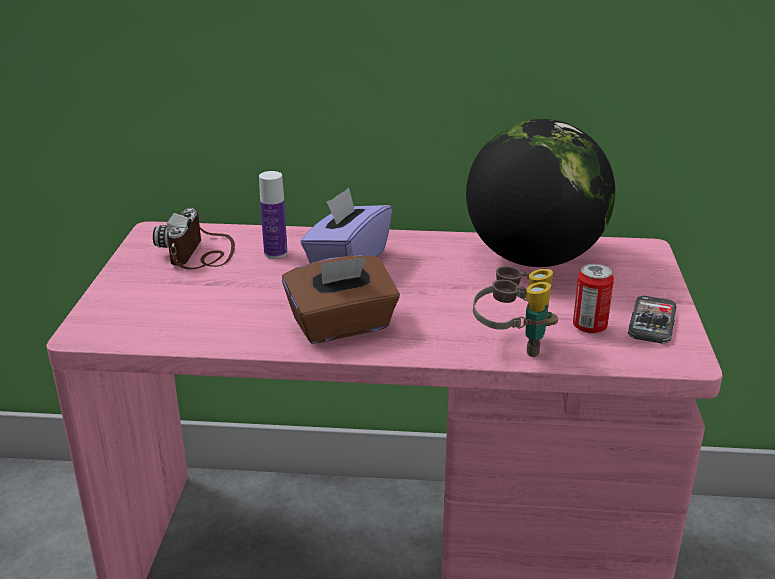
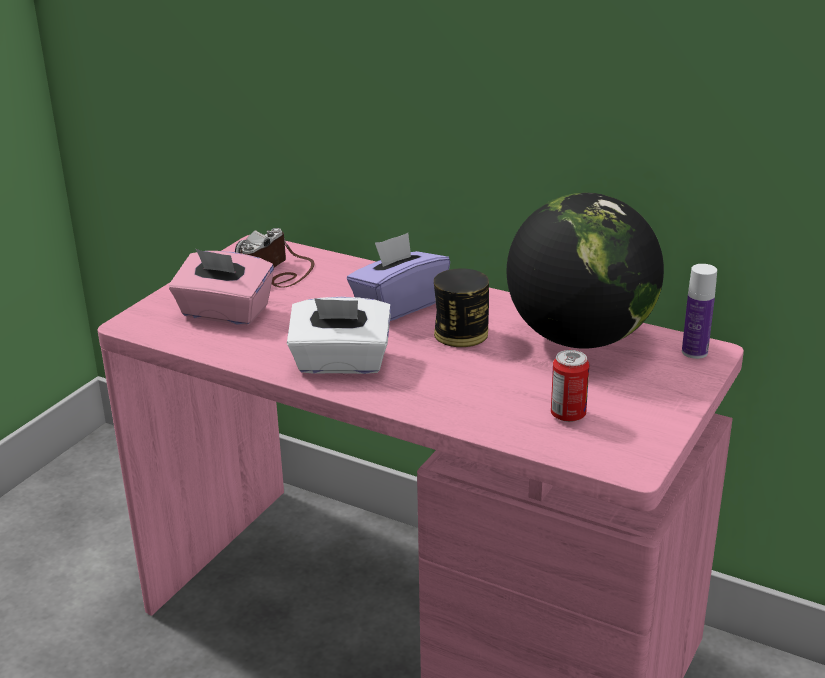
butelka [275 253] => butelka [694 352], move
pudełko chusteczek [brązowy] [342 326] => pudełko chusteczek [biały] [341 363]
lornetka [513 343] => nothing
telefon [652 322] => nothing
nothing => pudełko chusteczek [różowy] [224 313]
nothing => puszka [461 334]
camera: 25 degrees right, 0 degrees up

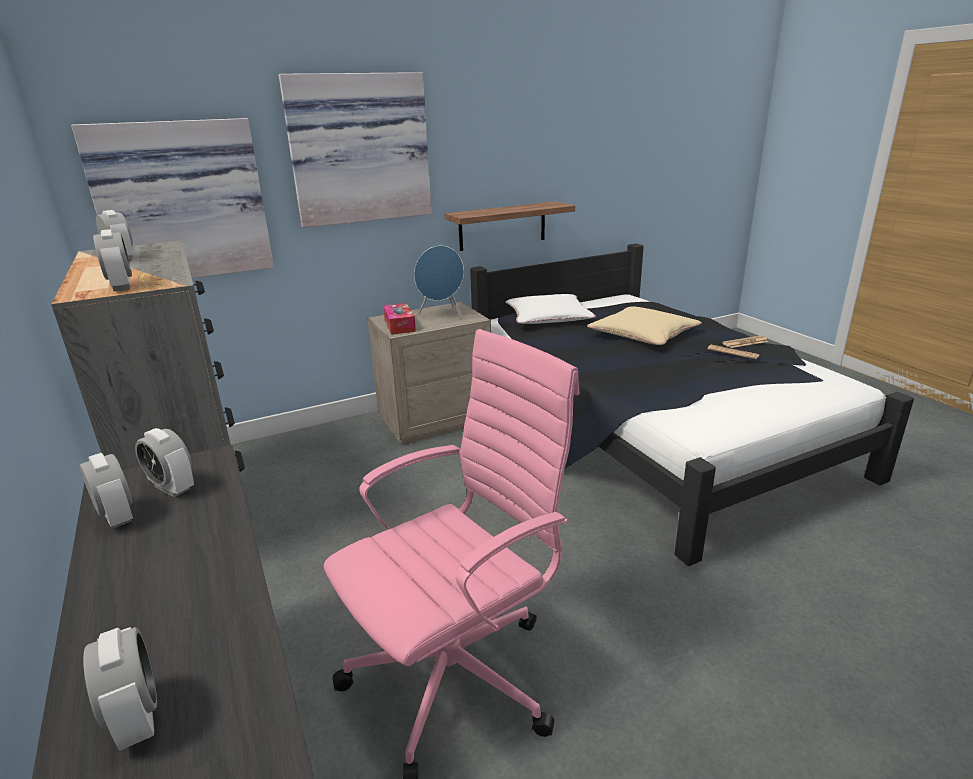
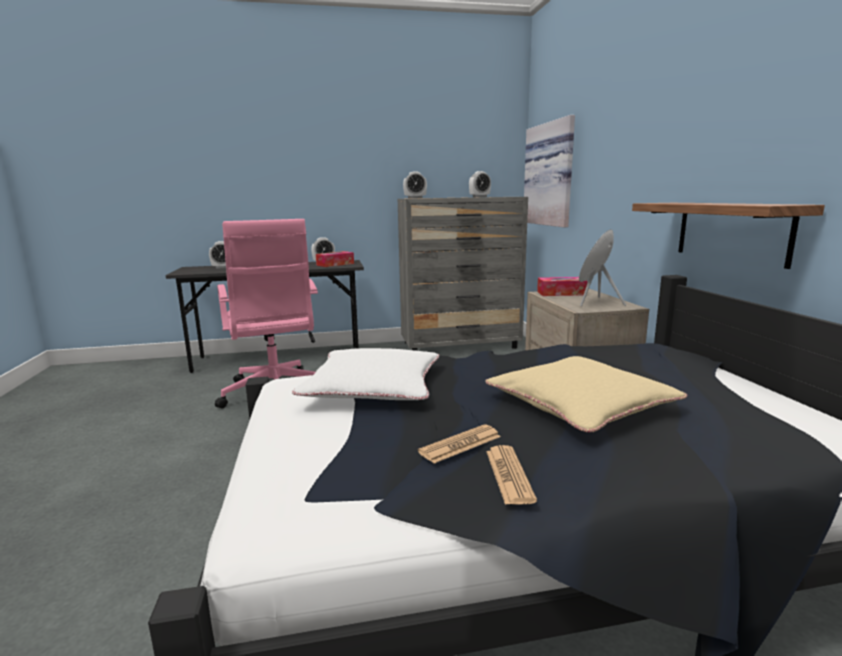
budzik [172 488] => pudełko chusteczek [335 264]
obraz [359 149] => nothing
poduszka [biały] [548 317] => poduszka [biały] [373 387], move
camera: 105 degrees right, 10 degrees down

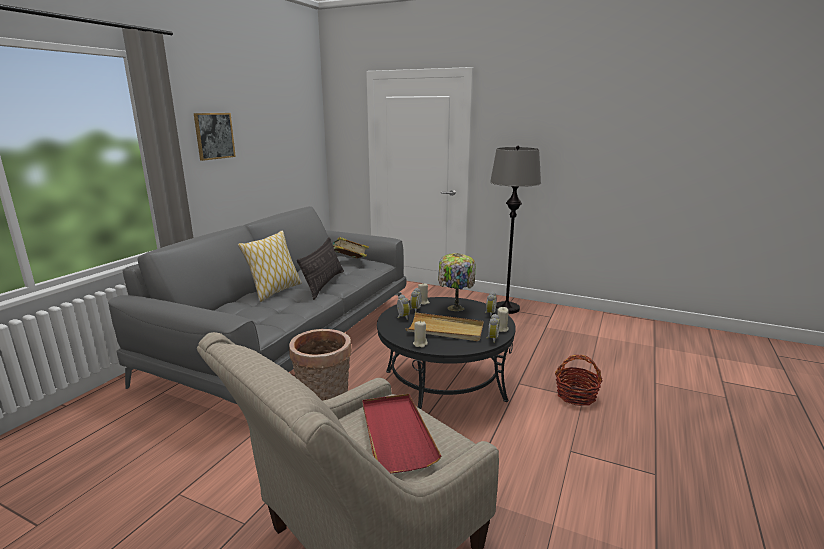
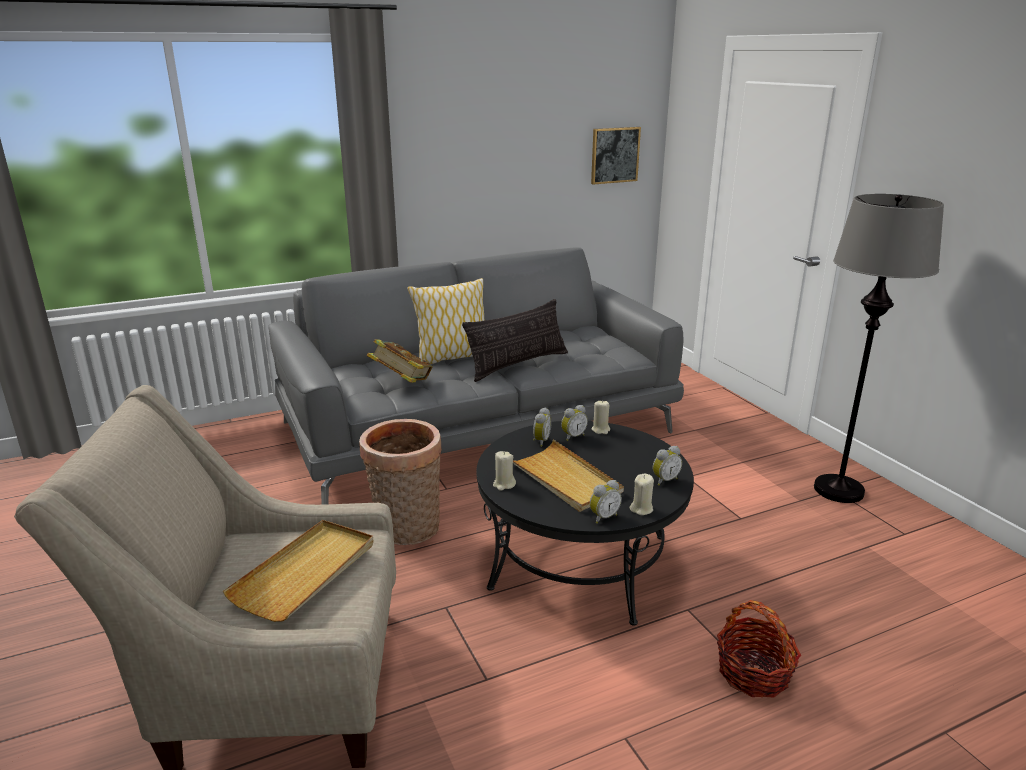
obraz [214 136] => obraz [614 155], move
książka [349 261] => książka [401 382], move
taca [czerwony] [396 433] => taca [beżowy] [306 572]
lampa stołowa [455 308] => nothing
camera: 40 degrees right, 5 degrees up

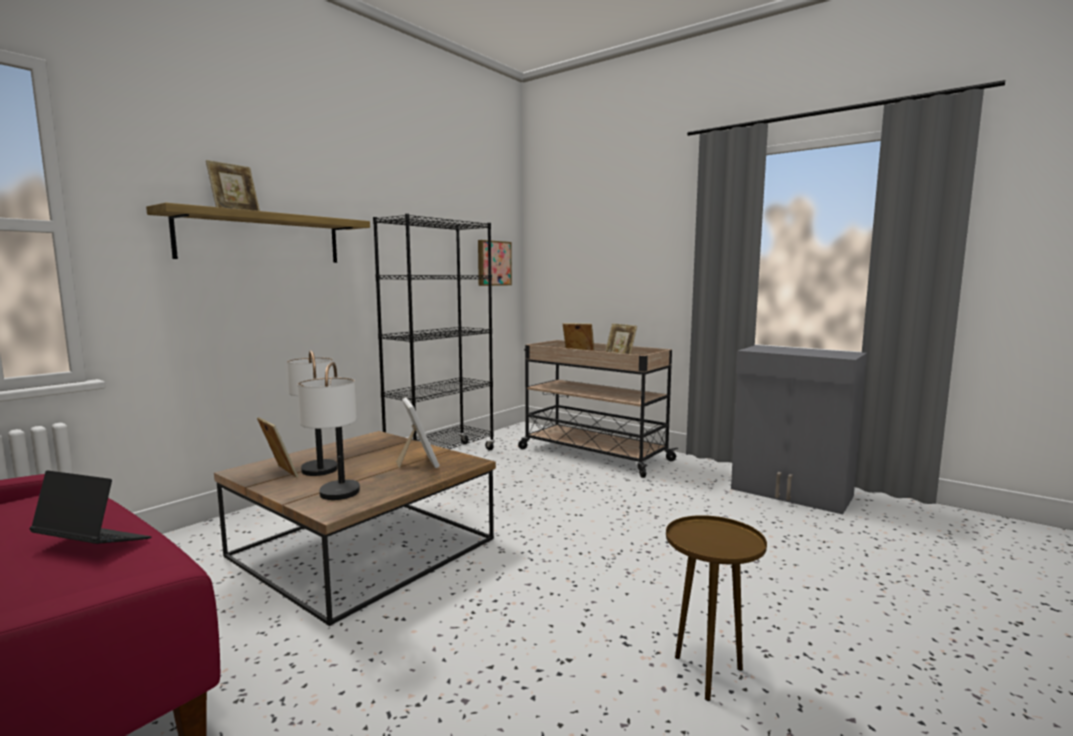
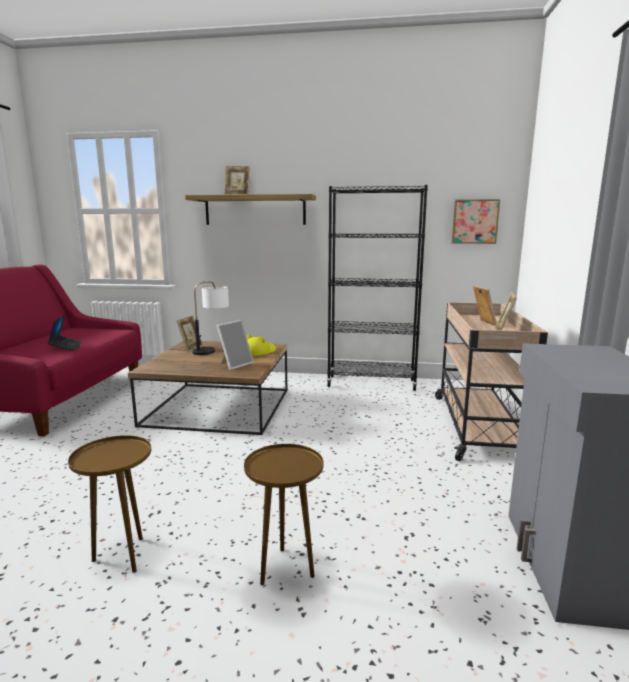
lampa stołowa [336 500] => nothing
nothing => stolik [brązowy] [285 569]
nothing => kapelusz [żółty] [259 352]
camera: 60 degrees right, 5 degrees up

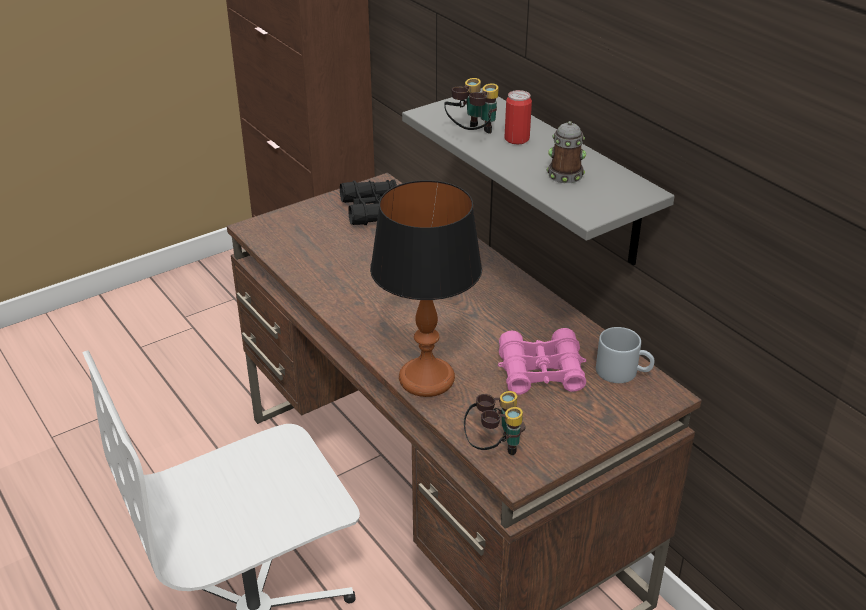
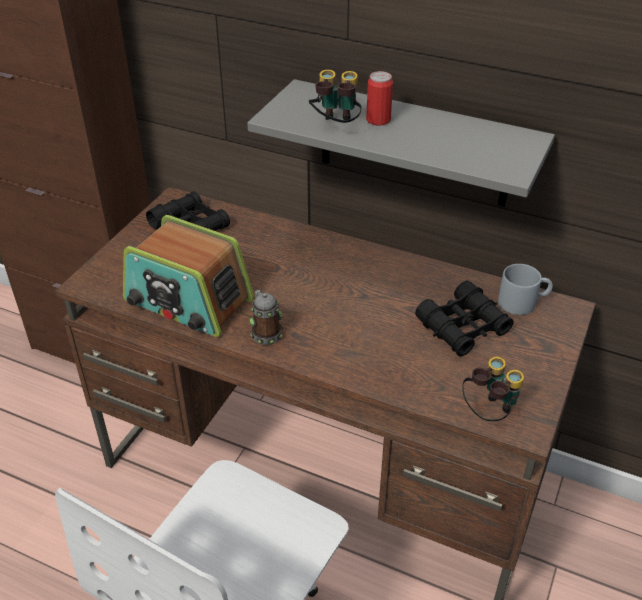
lampa stołowa [426 378] => nothing
lornetka [różowy] [541 371] => lornetka [czarny] [463 327]
kubek [565 173] => kubek [265 332], move
nothing => radio [188 301]
camera: 30 degrees left, 5 degrees up

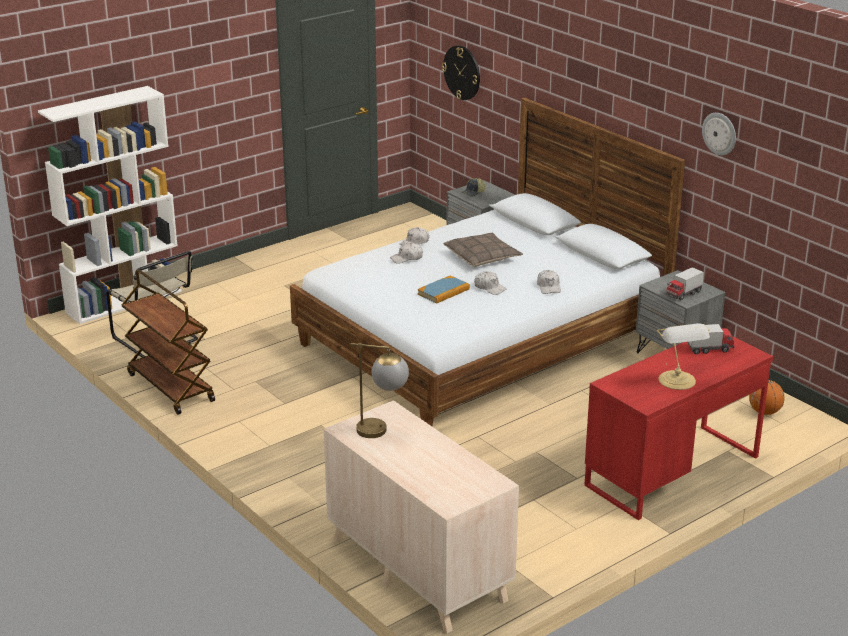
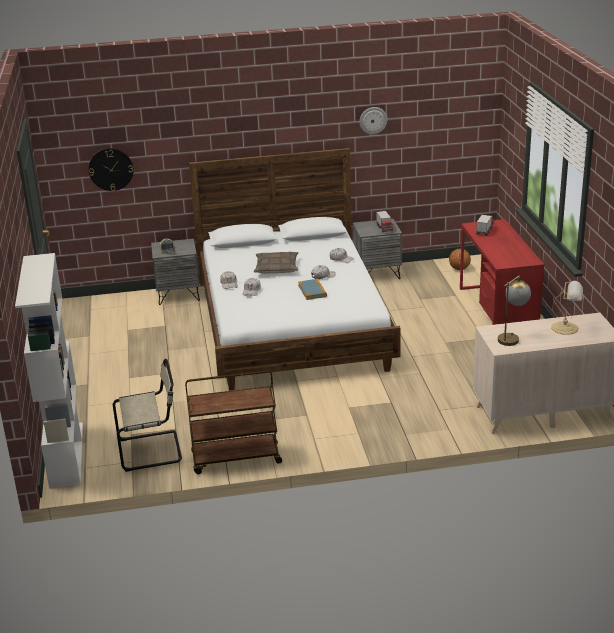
lampa stołowa [678 381] => lampa stołowa [566 328], move
camera: 60 degrees left, 0 degrees up

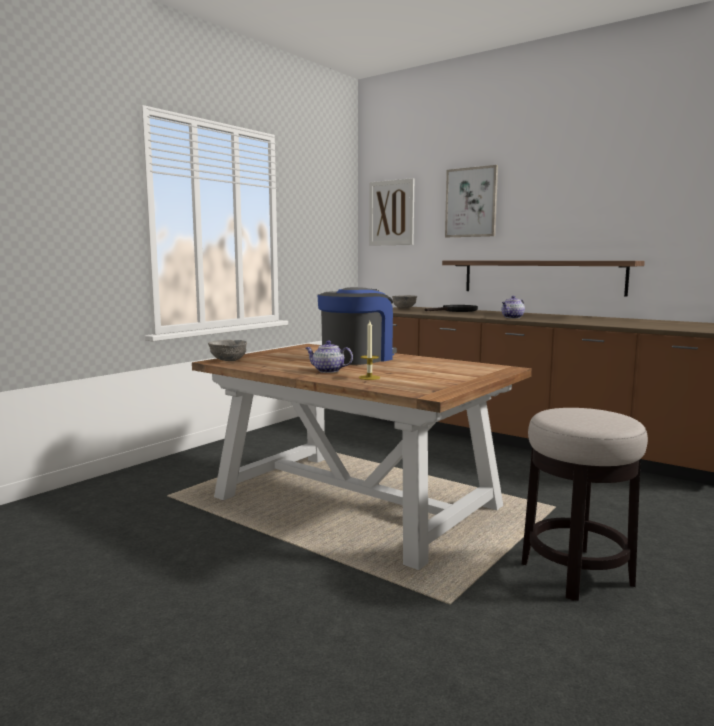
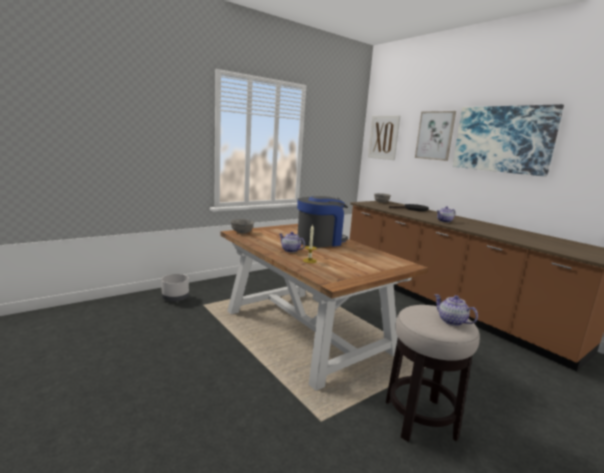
półka [541 277] => nothing
nothing => donica [szary] [175 297]
nothing => imbryk [451 321]
nothing => obraz [502 139]
camera: 15 degrees right, 5 degrees up

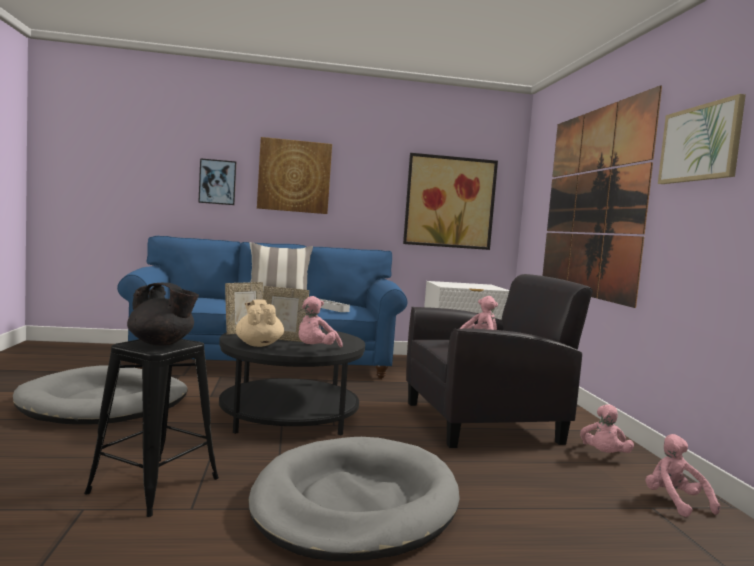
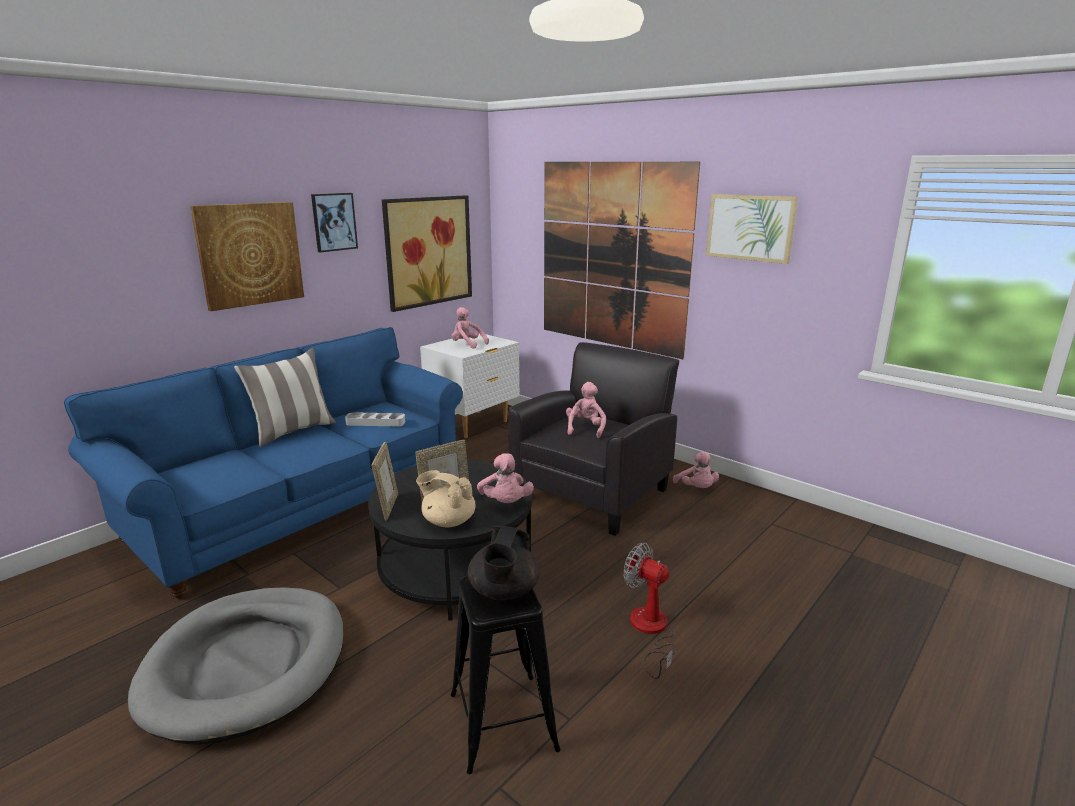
imbryk [czarny] [162 343] => imbryk [czarny] [503 592], 120 degrees clockwise
obraz [217 182] => obraz [334 222], move
legowisko [szary] [355 504] => wentylator [650 631]
pluszak [różowy] [675 502] => pluszak [różowy] [467 345], move
camera: 40 degrees left, 15 degrees up

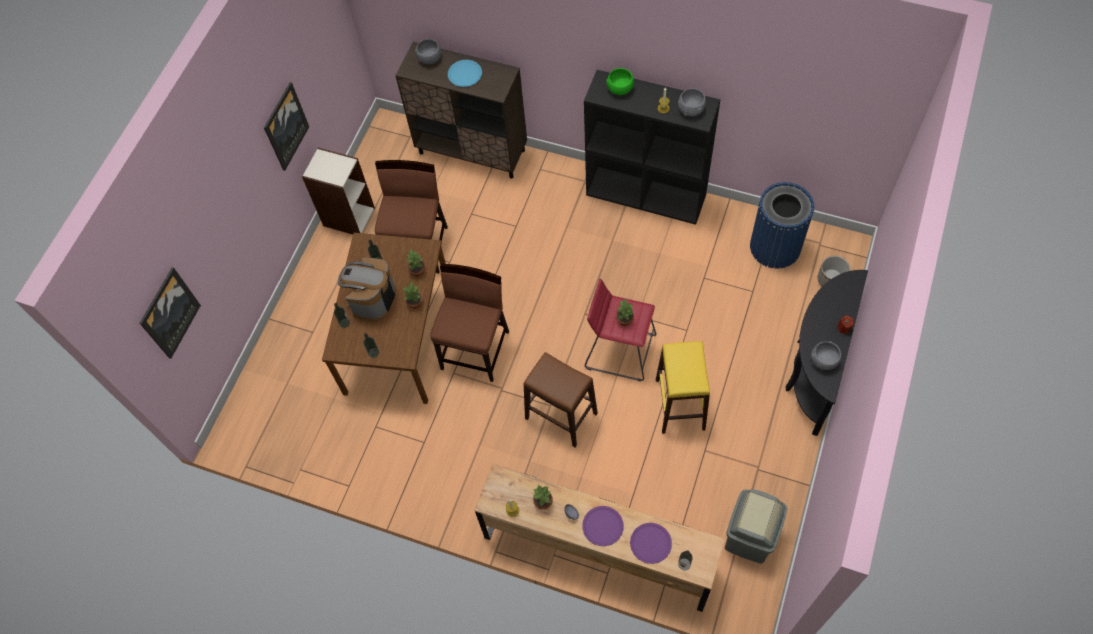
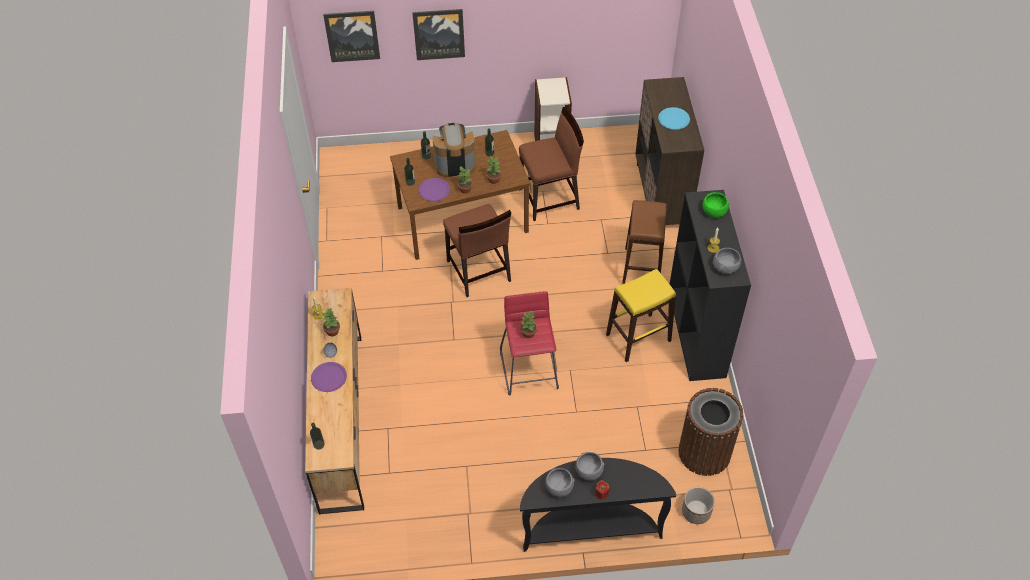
obraz [285 126] => obraz [439 33], move
miska [szary] [429 58] => miska [szary] [588 471], move
krzesło [brązowy] [476 349] => krzesło [brązowy] [478 271], 75 degrees clockwise
stołek [brązowy] [561 416] => stołek [brązowy] [642 269], move
talerz [fioletowy] [650 543] => talerz [fioletowy] [434 190], move
stołek [żółty] [680 404] => stołek [żółty] [638 338], move
kosz na śmieci [szary] [749 536] => nothing
kosz na śmieci [niebieski] [775 246] => kosz na śmieci [brązowy] [704 452]
camera: 60 degrees right, 10 degrees down

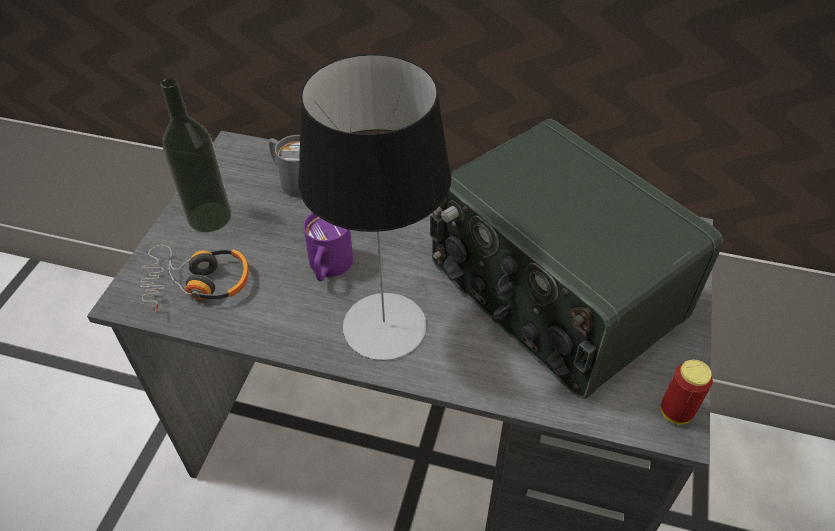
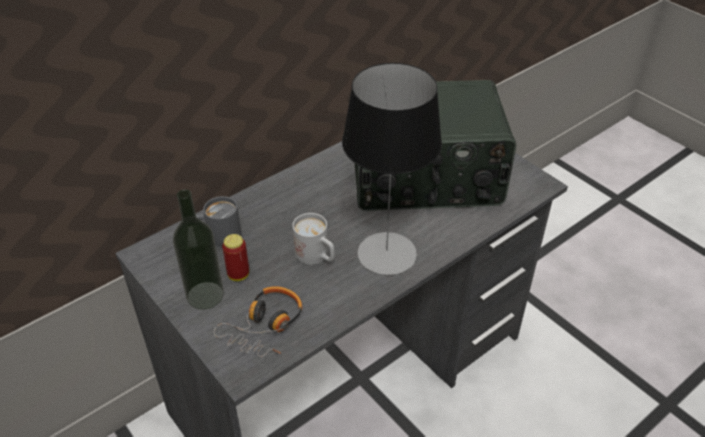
kubek [fioletowy] [328 268] => kubek [biały] [316 257]
puszka [676 412] => puszka [238 274], move
camera: 55 degrees left, 5 degrees down

